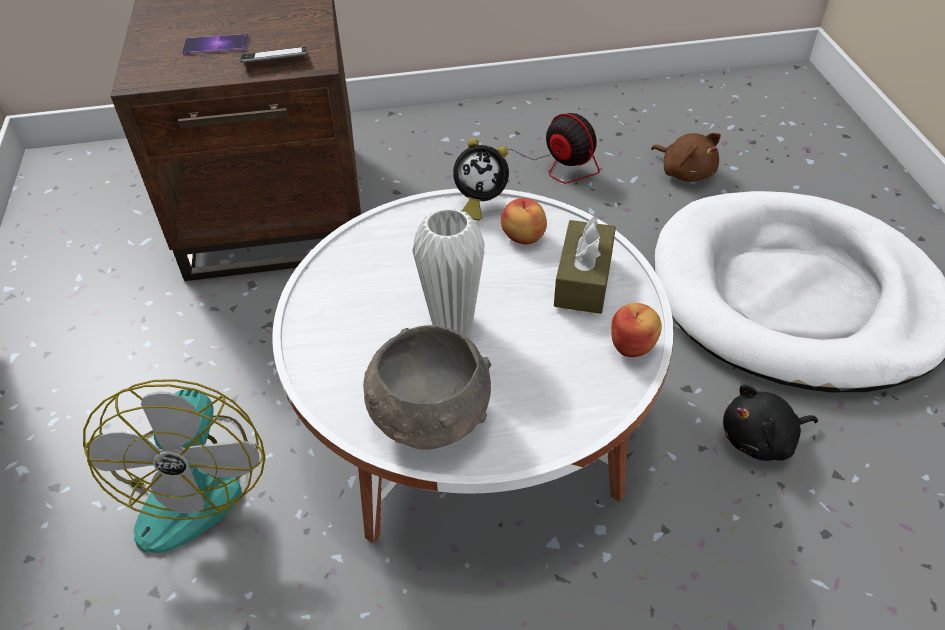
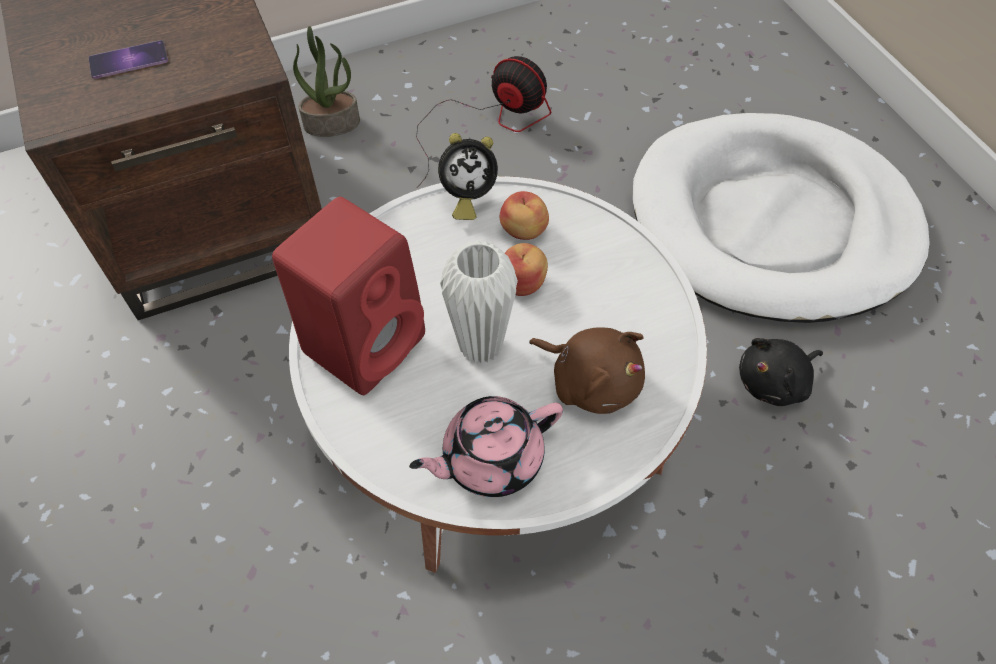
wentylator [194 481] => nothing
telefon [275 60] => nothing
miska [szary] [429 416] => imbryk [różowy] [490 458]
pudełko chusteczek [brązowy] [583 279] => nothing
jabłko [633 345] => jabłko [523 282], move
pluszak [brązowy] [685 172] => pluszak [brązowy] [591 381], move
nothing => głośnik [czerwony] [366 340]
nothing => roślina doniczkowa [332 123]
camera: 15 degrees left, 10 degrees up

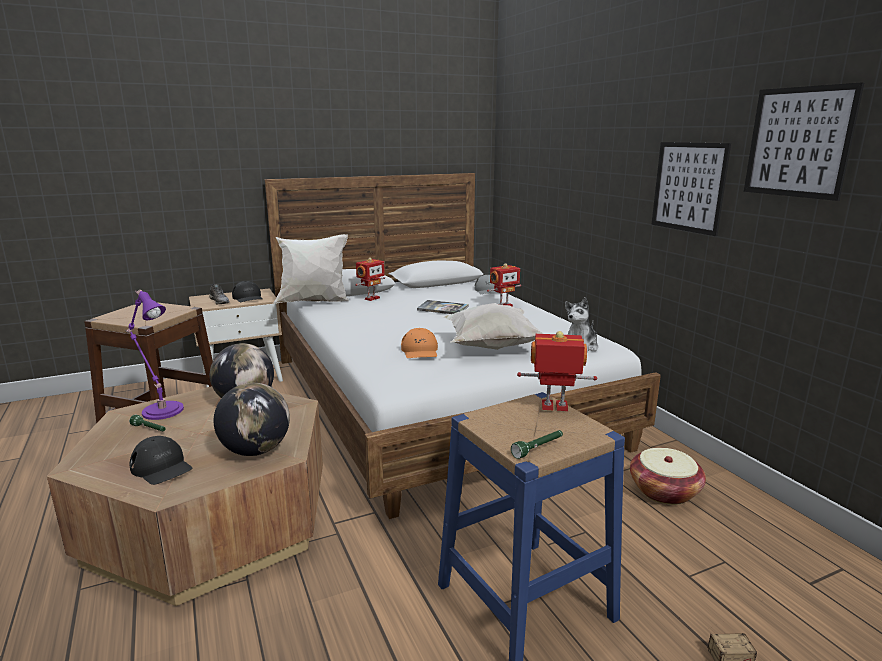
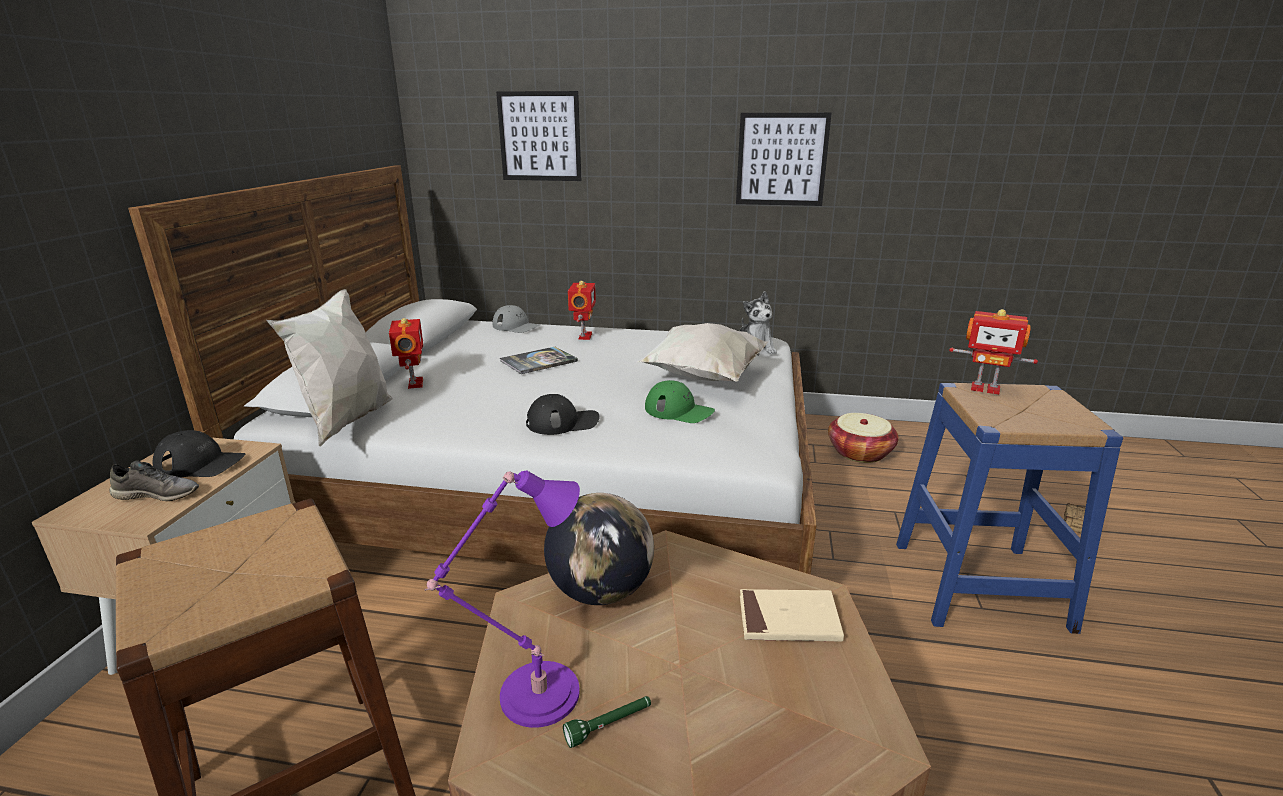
czapka z daszkiem [czarny] [161 467] => czapka z daszkiem [czarny] [563 422], move
globus [256 450] => książka [beżowy] [788 620]
czapka z daszkiem [pomarańczowy] [420 351] => czapka z daszkiem [zielony] [679 411]
latarka [zielony] [538 448] => nothing
robot zabawkowy [554 407] => robot zabawkowy [985 388], 105 degrees counterclockwise
obraz [798 142] => obraz [539 136], move
camera: 55 degrees left, 5 degrees up

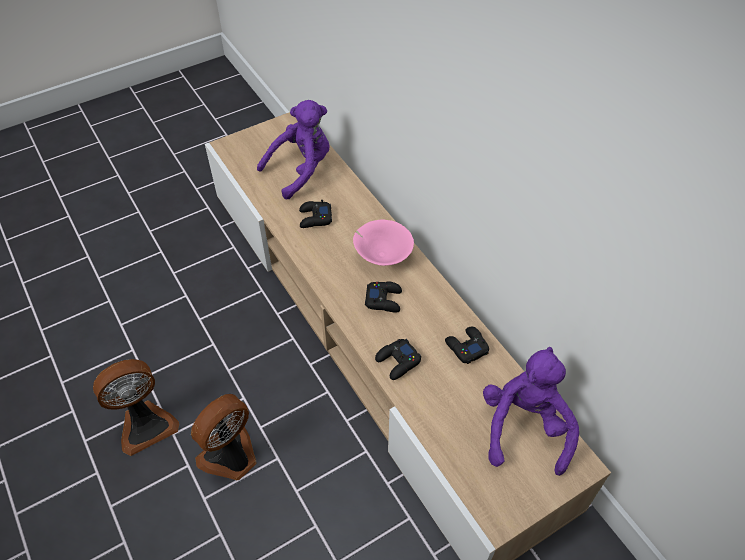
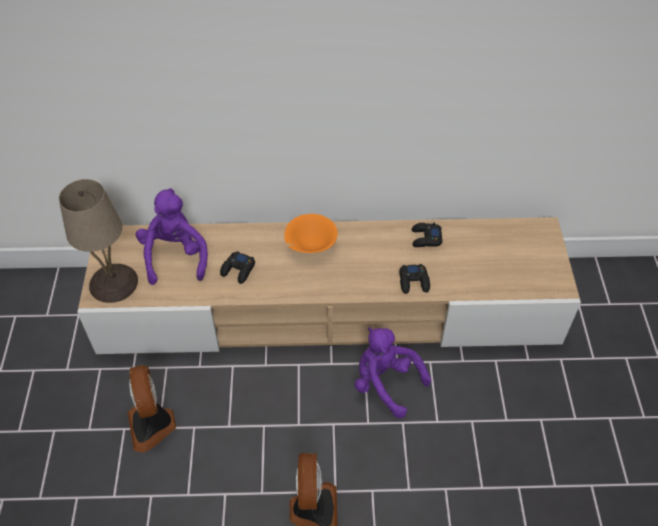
wentylator [231 456] => wentylator [153 425], move
miska [różowy] [382 255] => miska [pomarańczowy] [310 246]
pad do gier [czarny] [384 299] => nothing
pluszak [fioletowy] [524 426] => pluszak [fioletowy] [385 383], move
nothing => lampa stołowa [beżowy] [112 283]
camera: 60 degrees left, 0 degrees up

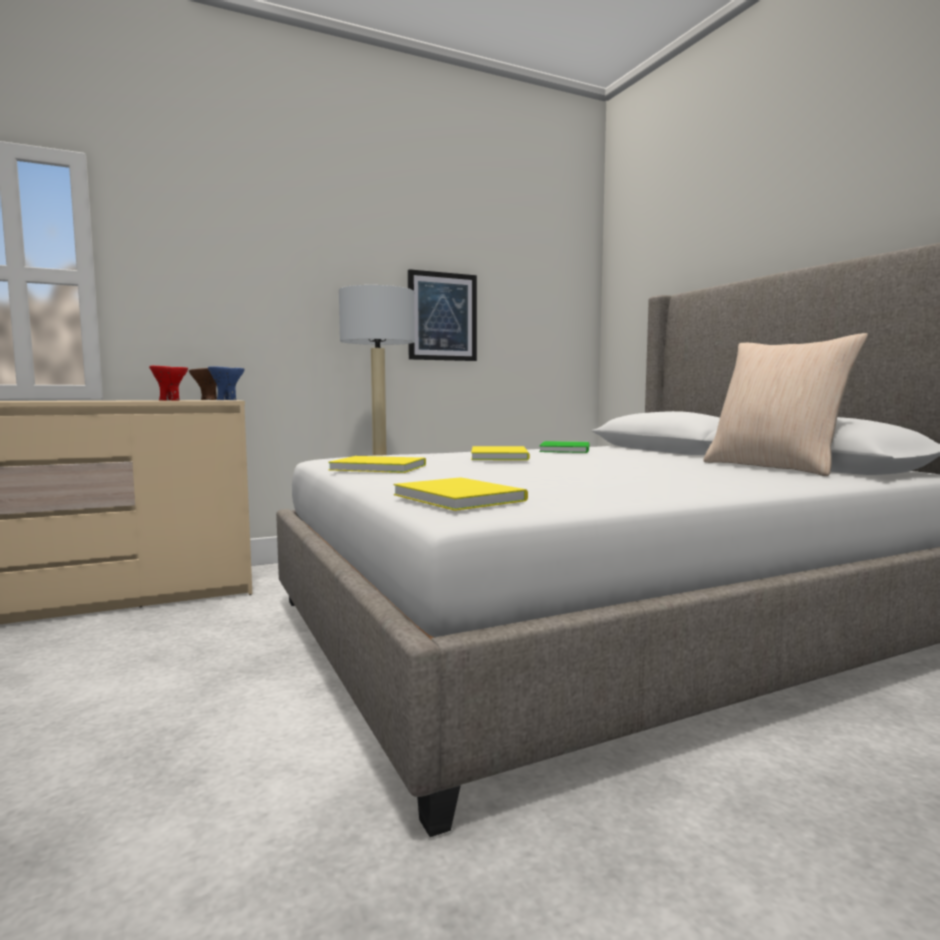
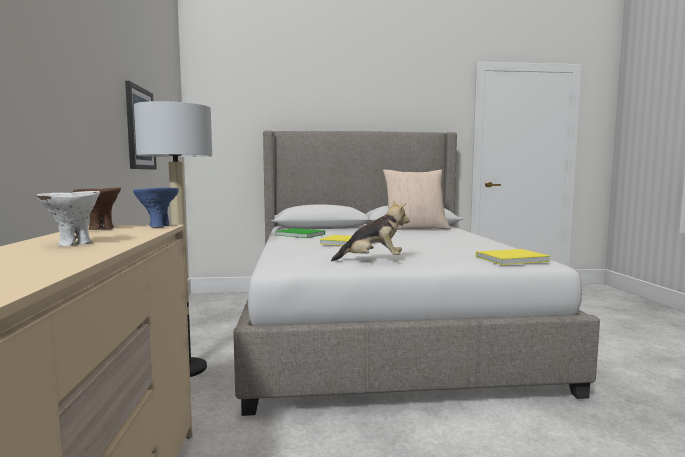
miska [czerwony] [170 400] => nothing
książka [żółty] [377 467] => pluszak [372 261]
nothing => miska [biały] [73 244]
camera: 70 degrees left, 0 degrees up

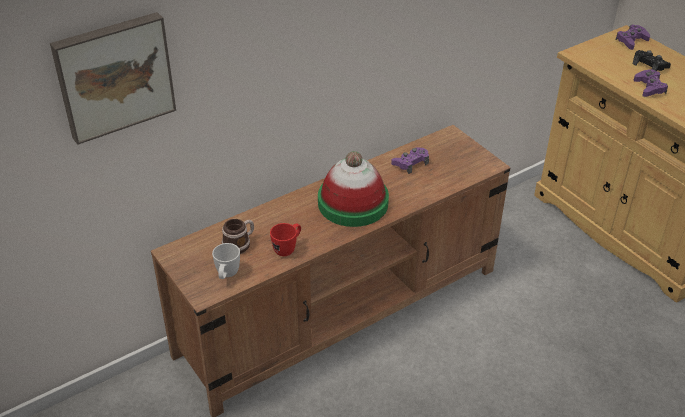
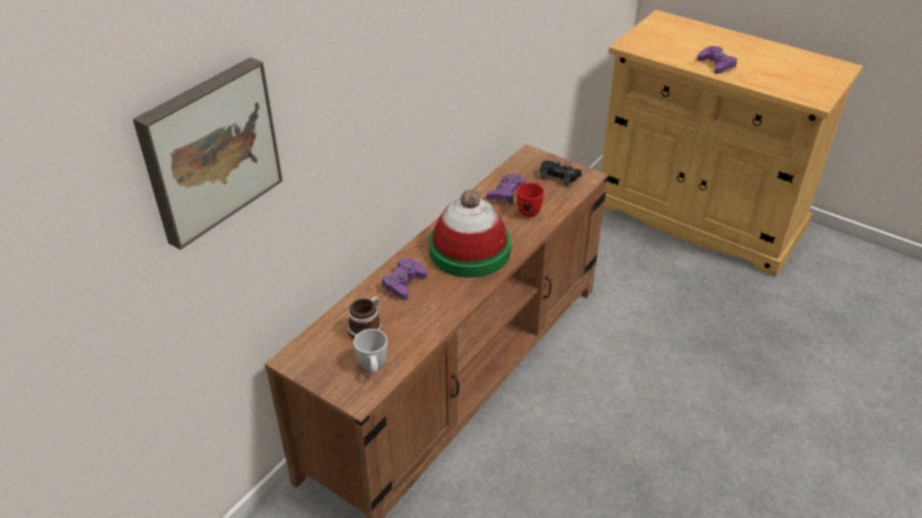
kubek [czerwony] [287 248] => kubek [czerwony] [530 210], move
pad do gier [fioletowy] [631 41] => pad do gier [fioletowy] [404 283], move
pad do gier [czarny] [649 65] => pad do gier [czarny] [559 176], move
camera: 20 degrees left, 0 degrees up

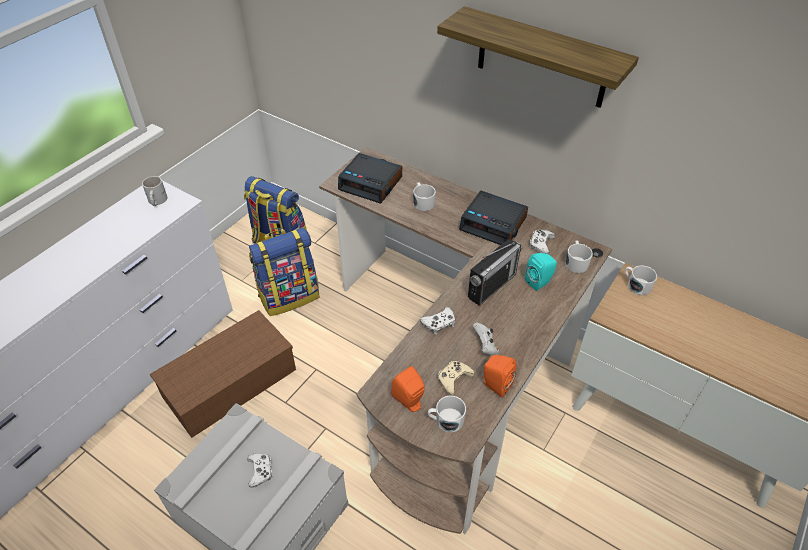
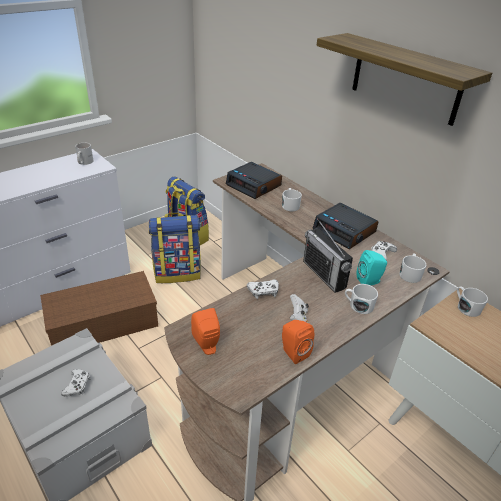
kubek [biały] [445 420] => kubek [biały] [358 305], move
pad do gier [beżowy] [454 379] => nothing
radio [492 286] => radio [324 274], 90 degrees clockwise
camera: 15 degrees right, 10 degrees down

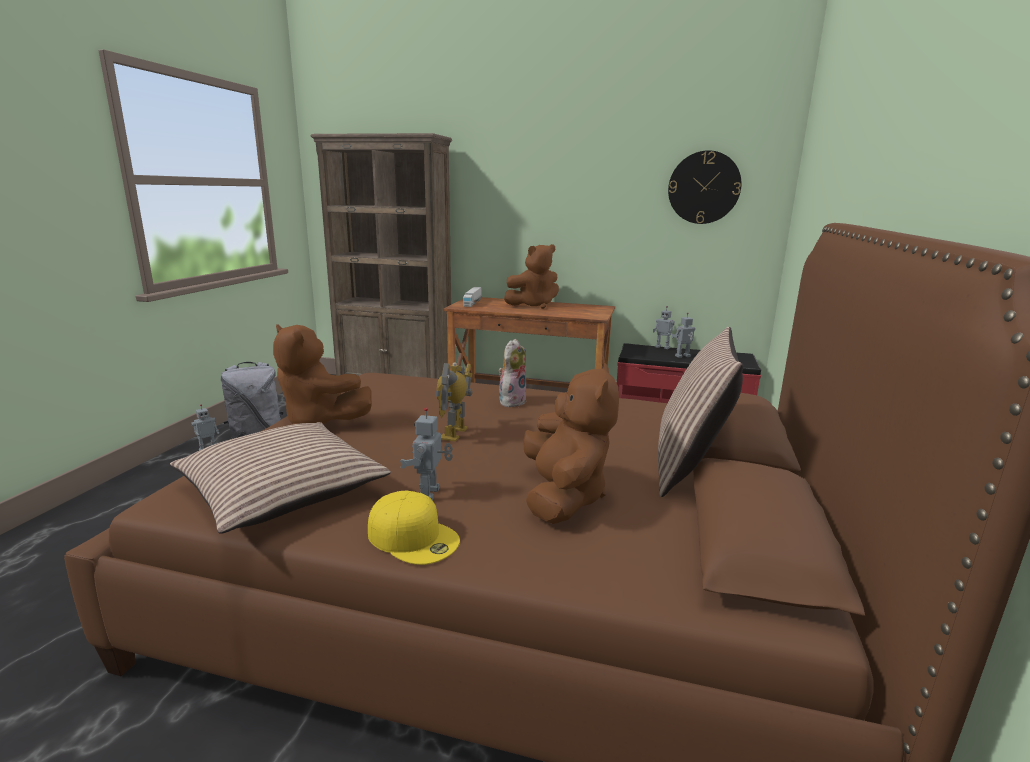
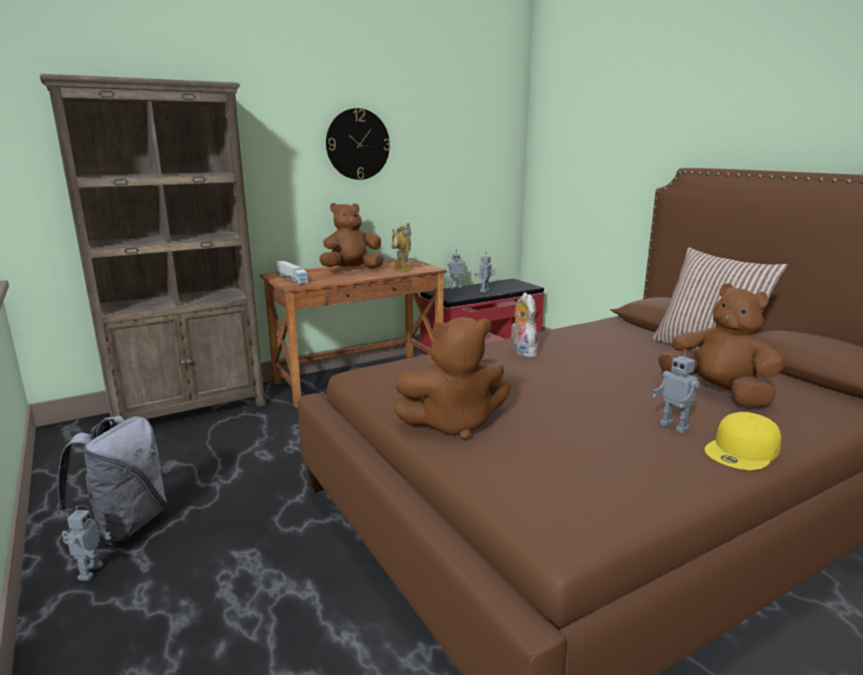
poduszka [282 491] => nothing
czapka z daszkiem [żółty] [414 537] => czapka z daszkiem [żółty] [742 451], 150 degrees clockwise
robot zabawkowy [454 433] => robot zabawkowy [401 269], move
pluszak [brązowy] [533 305] => pluszak [brązowy] [351 270], 135 degrees counterclockwise
zegar ścienny [704 187] => zegar ścienny [358 144], move
camera: 45 degrees left, 0 degrees up

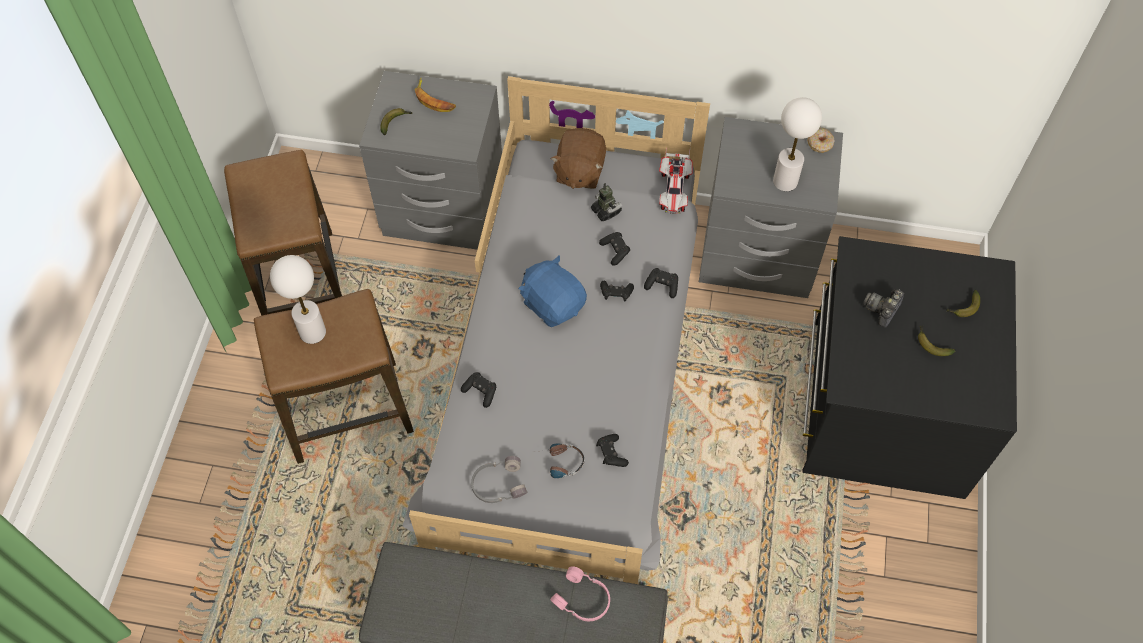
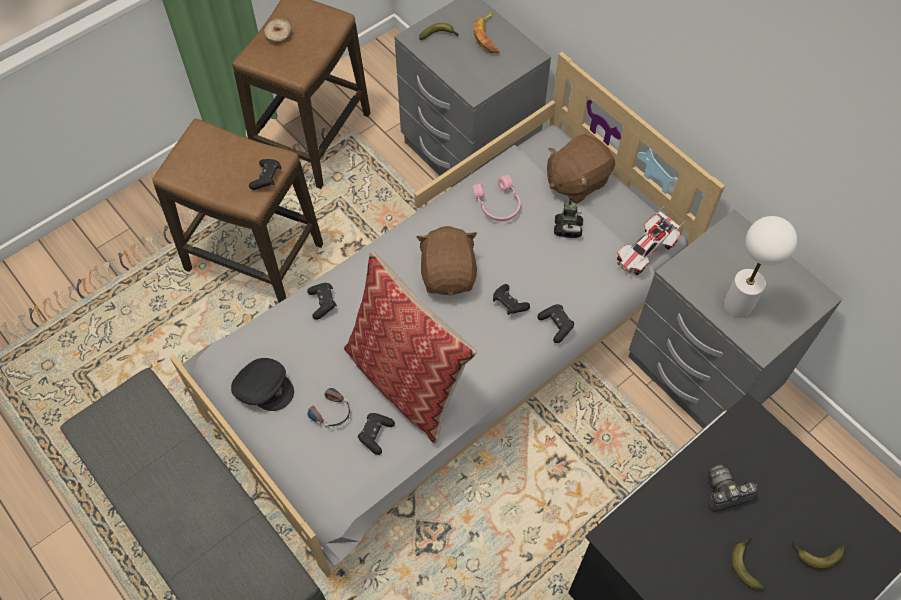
lampa stołowa [biały] [313 332] => nothing
słuchawki [szary] [498 484] => czapka z daszkiem [czarny] [264 388]
pluszak [niebieski] [553 303] => pluszak [brązowy] [448 274]
słuchawki [różowy] [582 600] => słuchawki [różowy] [497 204], move
pad do gier [czarny] [615 251] => pad do gier [czarny] [267 178], move
donut [820 143] => donut [279 35], move
nothing => poduszka [407 381]
camera: 40 degrees right, 0 degrees up

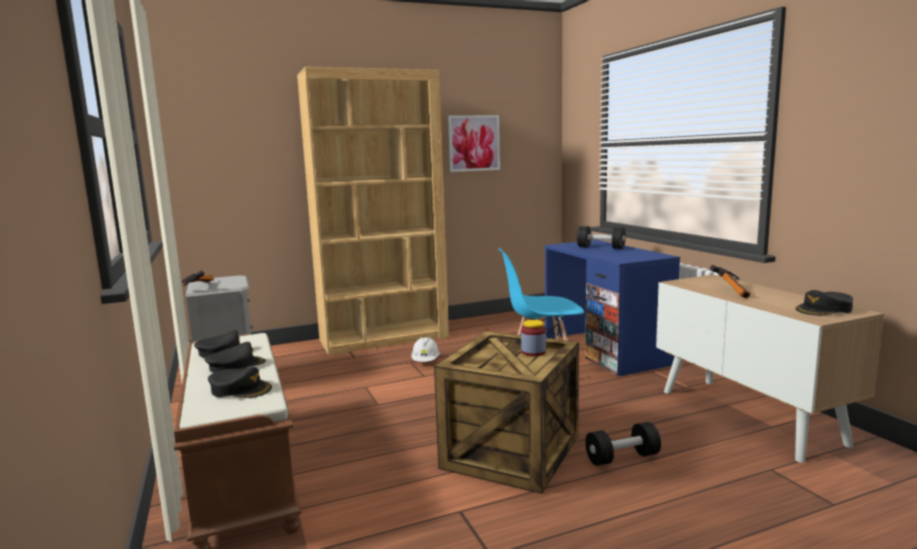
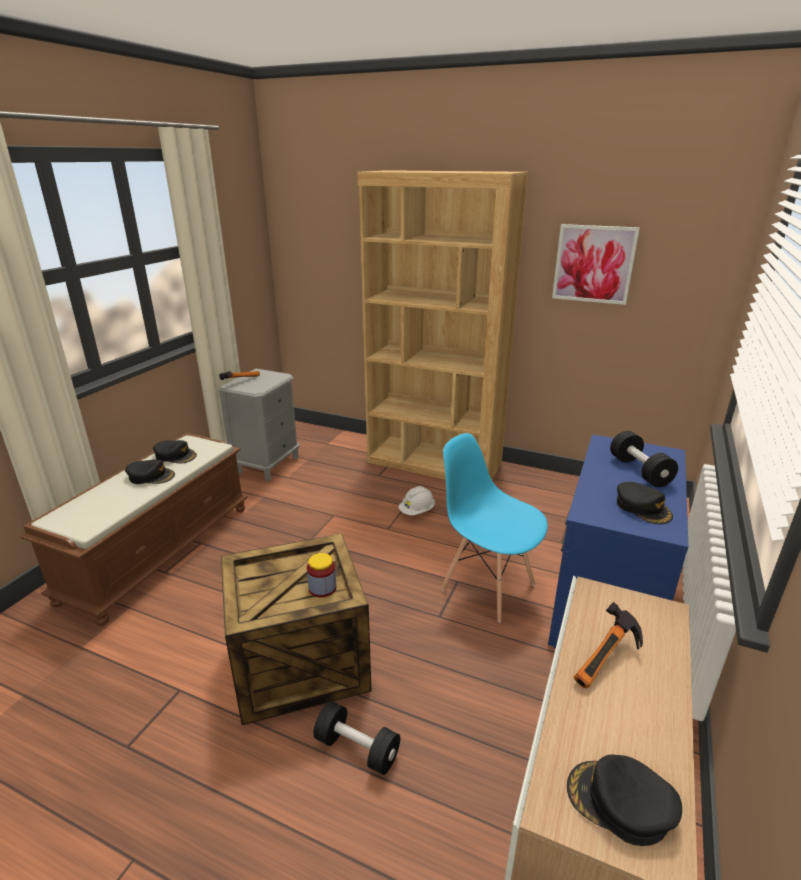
czapka z daszkiem [czarny] [240 389] => czapka z daszkiem [czarny] [643 507], move
camera: 45 degrees right, 15 degrees up

